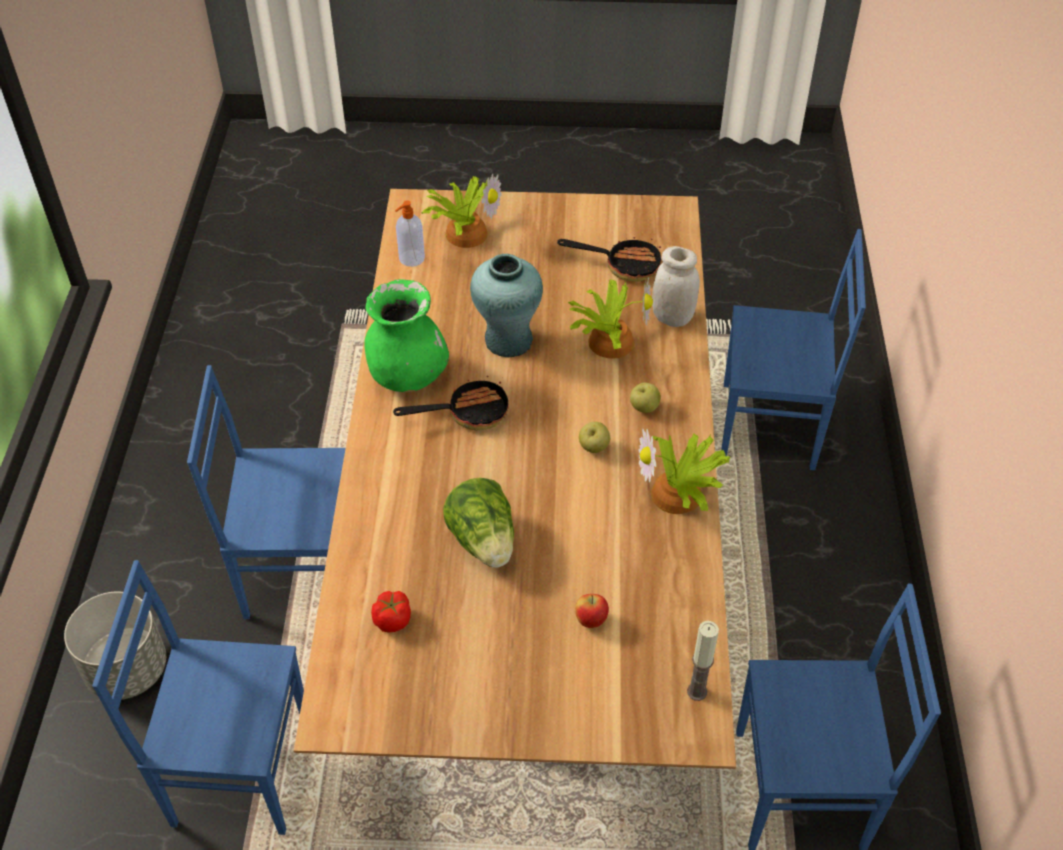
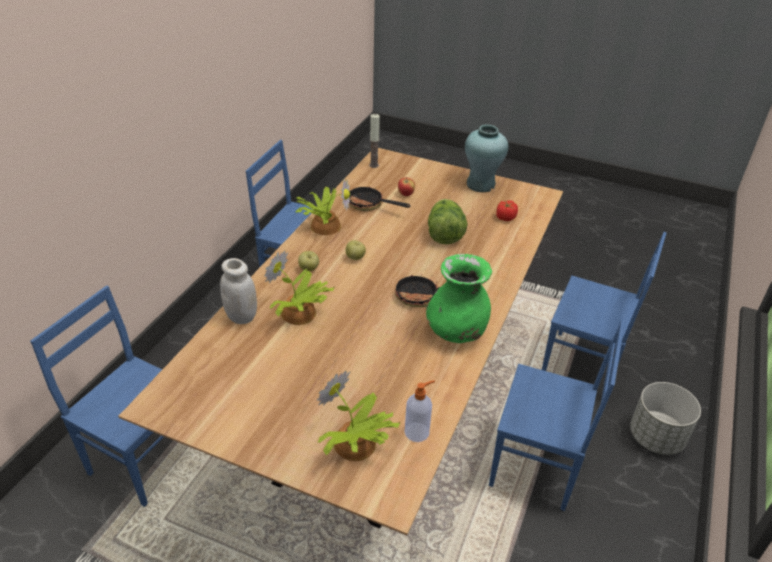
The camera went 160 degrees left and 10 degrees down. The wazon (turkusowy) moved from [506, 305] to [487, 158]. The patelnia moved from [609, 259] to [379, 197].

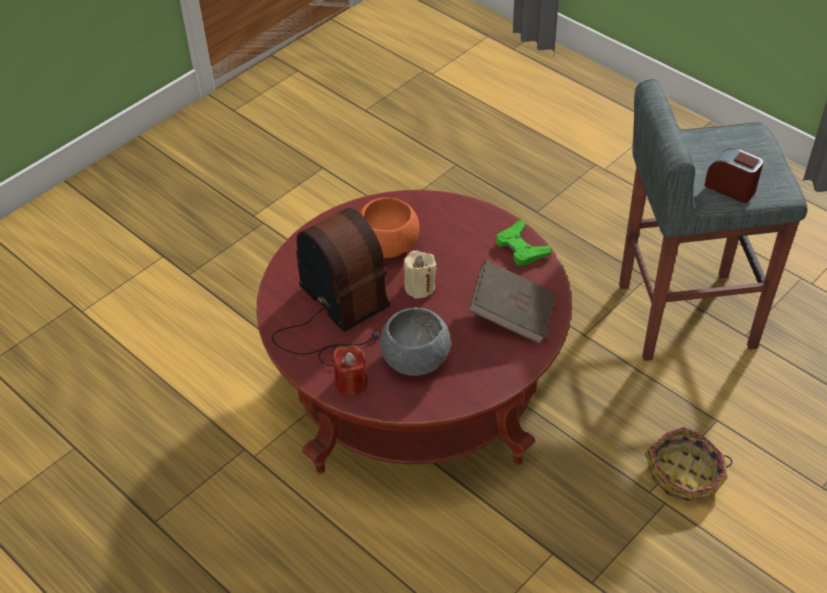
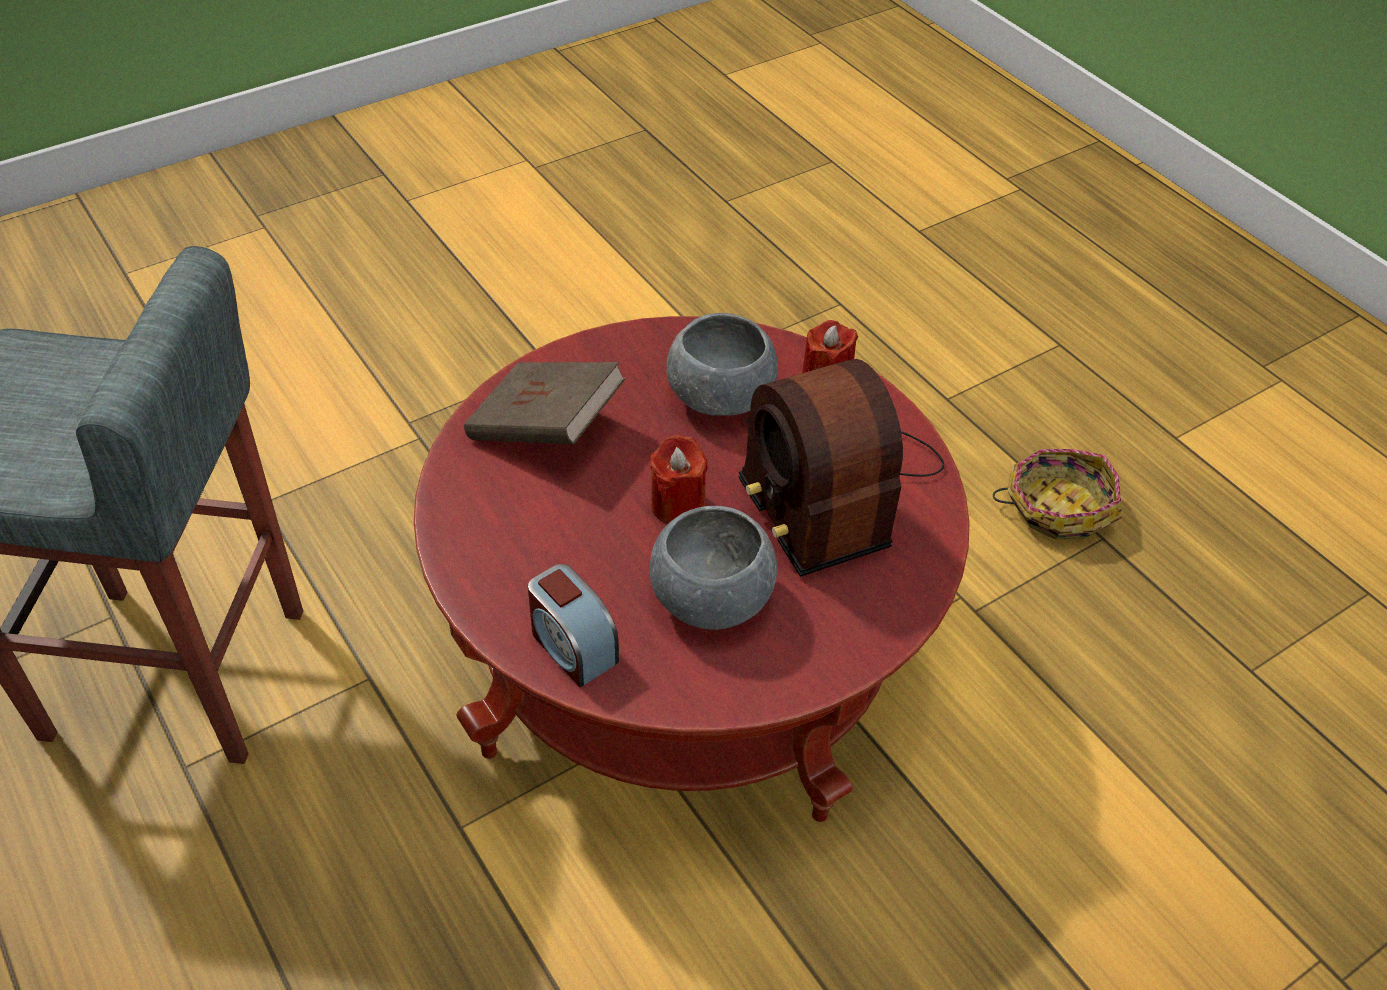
The camera went 170 degrees left and 0 degrees up. The miska (pomarańczowy) at [389, 227] became the miska (szary) at [713, 568]. The świeca (beżowy) at [420, 275] became the świeca (czerwony) at [679, 479]. The pad do gier (zielony) at [524, 243] disappeared. The koszyk moved from [688, 464] to [1057, 494]. The budzik moved from [733, 175] to [573, 625].

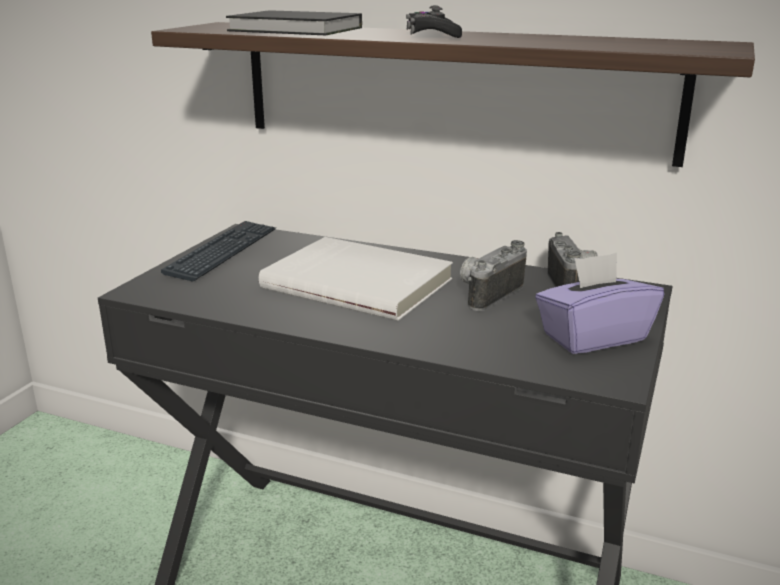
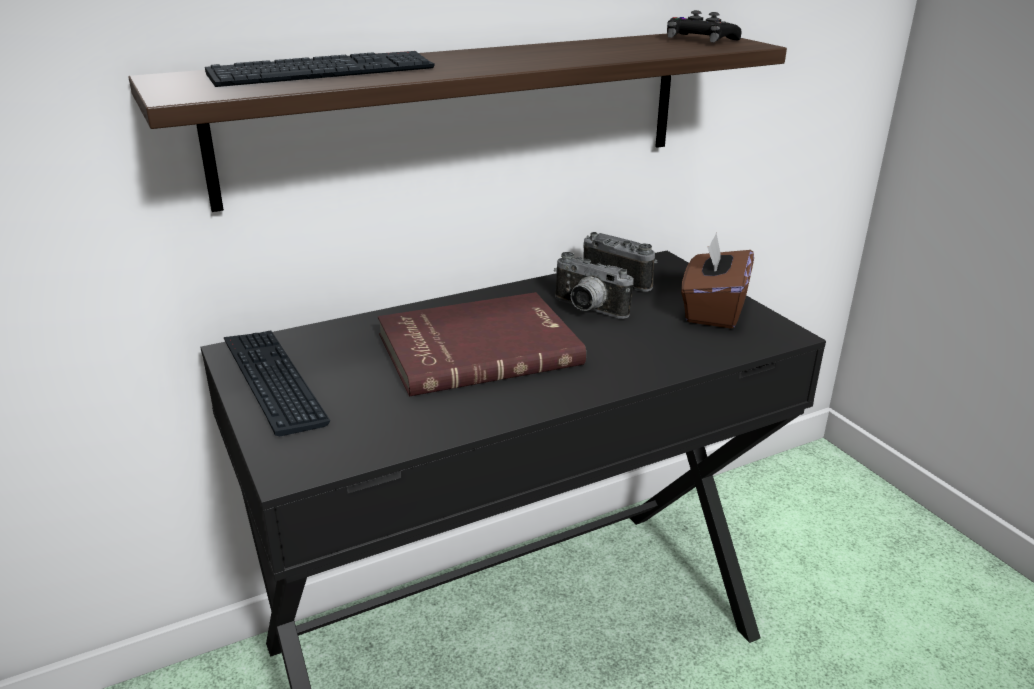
The camera went 50 degrees left and 5 degrees up. The książka (czarny) at [294, 22] was replaced by the klawiatura at [320, 69]. The książka (biały) at [356, 279] became the książka (czerwony) at [482, 344]. The pad do gier (czarny) moved from [434, 21] to [704, 26]. The aparat fotograficzny at [493, 275] turned 45 degrees counterclockwise. The pudełko chusteczek (fioletowy) at [599, 303] became the pudełko chusteczek (brązowy) at [717, 281].

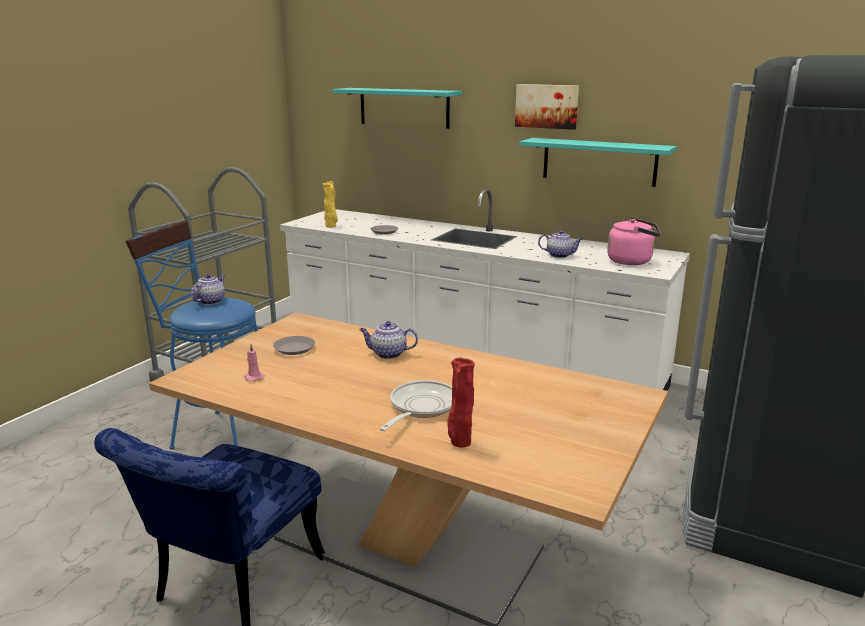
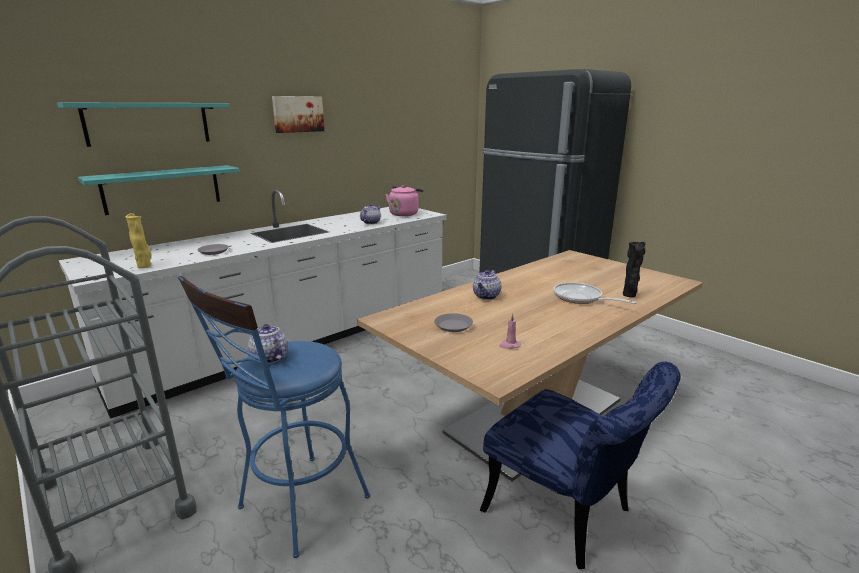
The camera went 70 degrees left and 0 degrees up. The wazon (czerwony) at [461, 402] became the wazon (czarny) at [634, 269]. The półka (turkusowy) moved from [598, 162] to [159, 190].

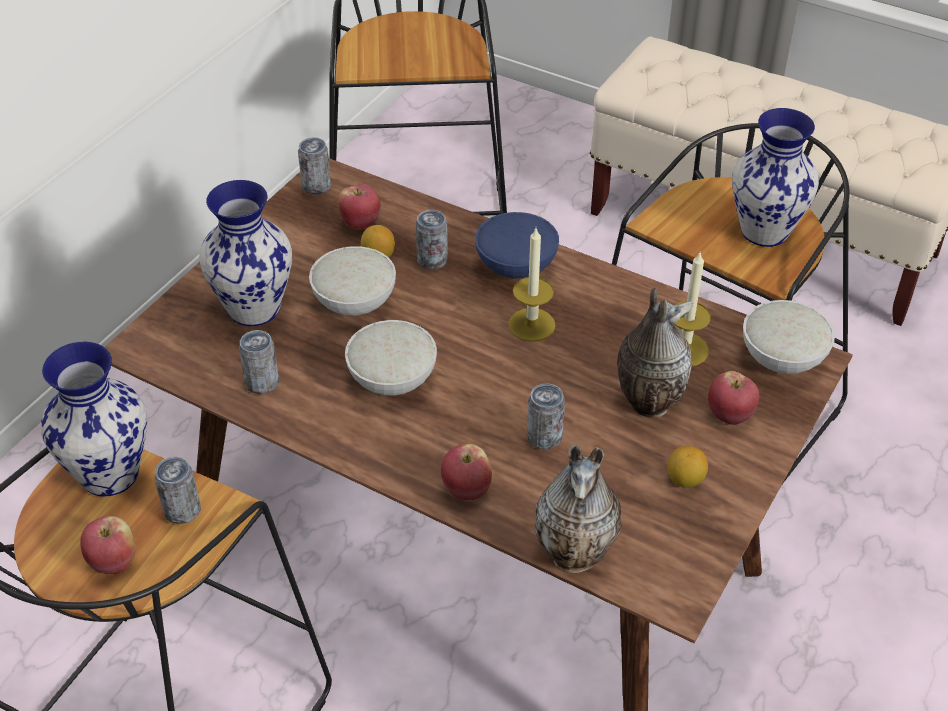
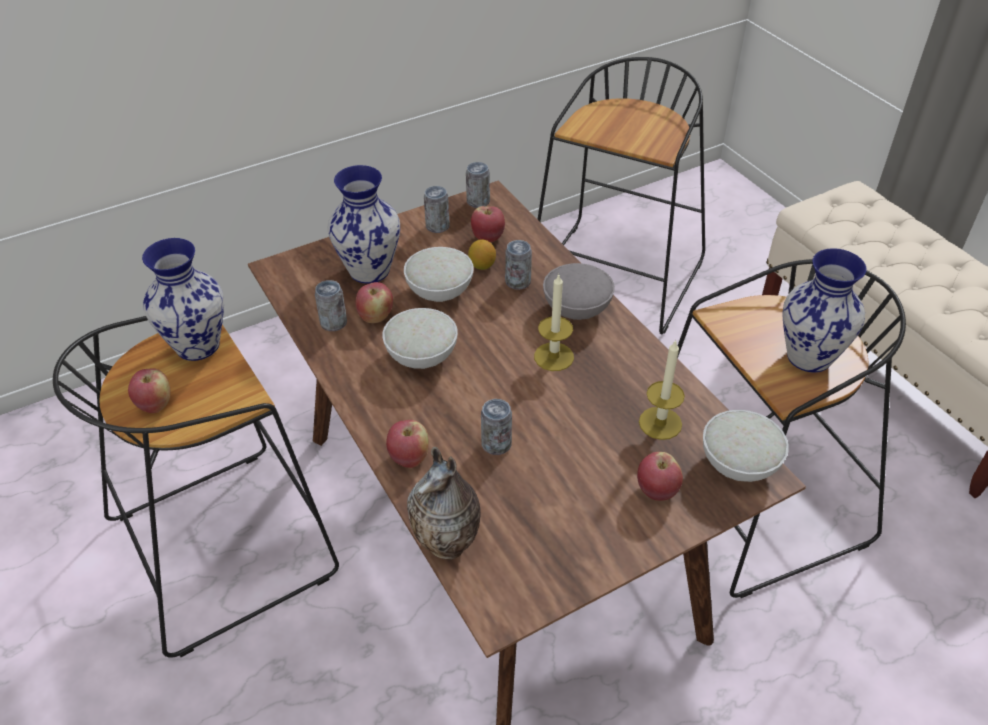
The camera went 30 degrees right and 0 degrees up. The puszka moved from [178, 490] to [437, 209]. The miska (niebieski) at [517, 245] became the miska (szary) at [579, 291]. The wazon at [655, 352] disappeared. The cytryna at [688, 467] disappeared. The jabłko at [374, 302] appeared.

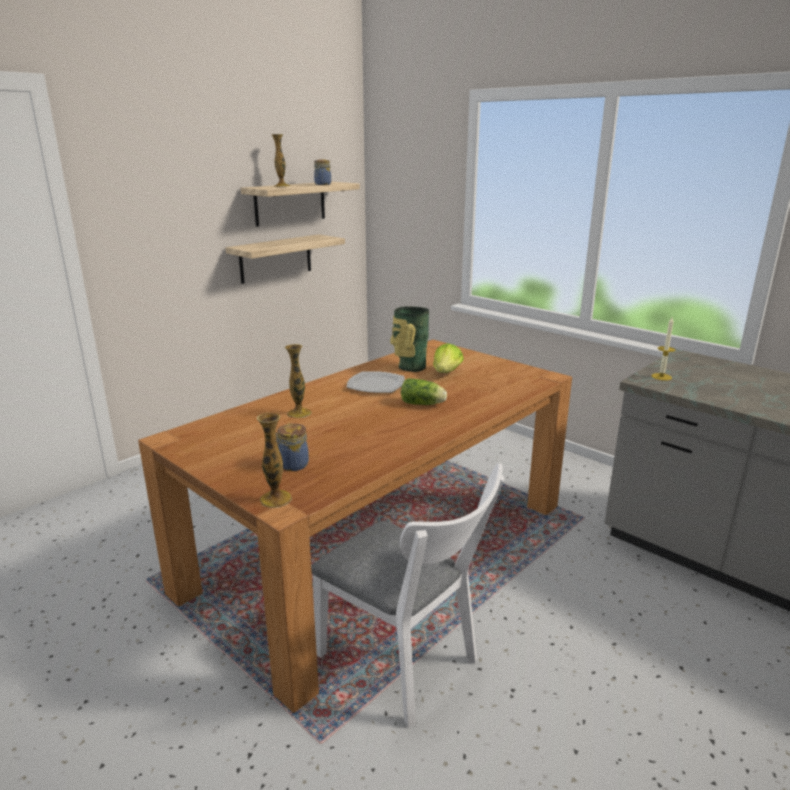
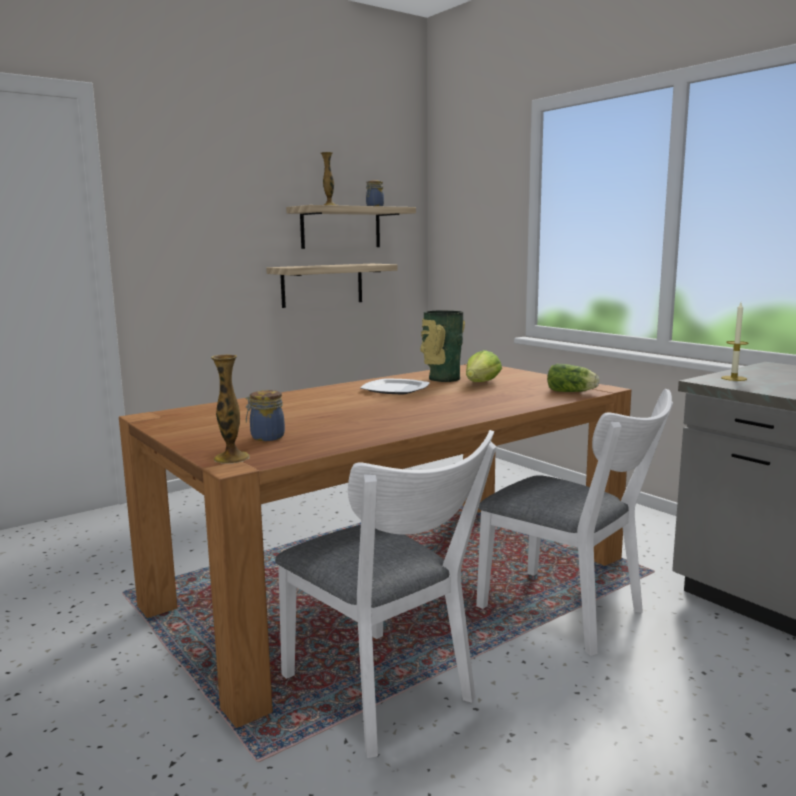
The camera went 10 degrees right and 10 degrees down. The wazon at [298, 381] disappeared. The sałata moved from [424, 391] to [573, 378]. The krzesło (biały) at [574, 522] appeared.

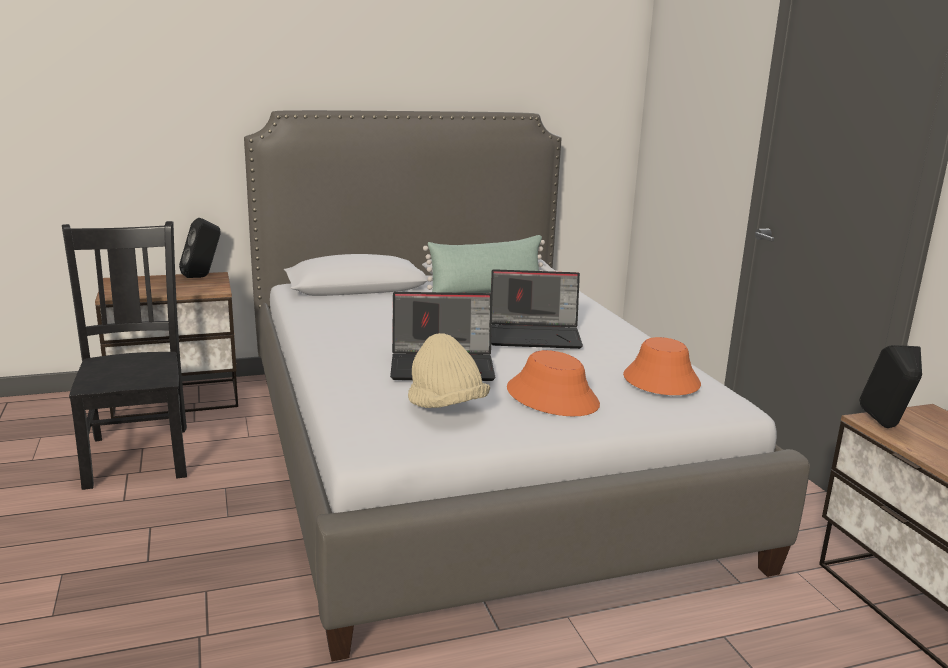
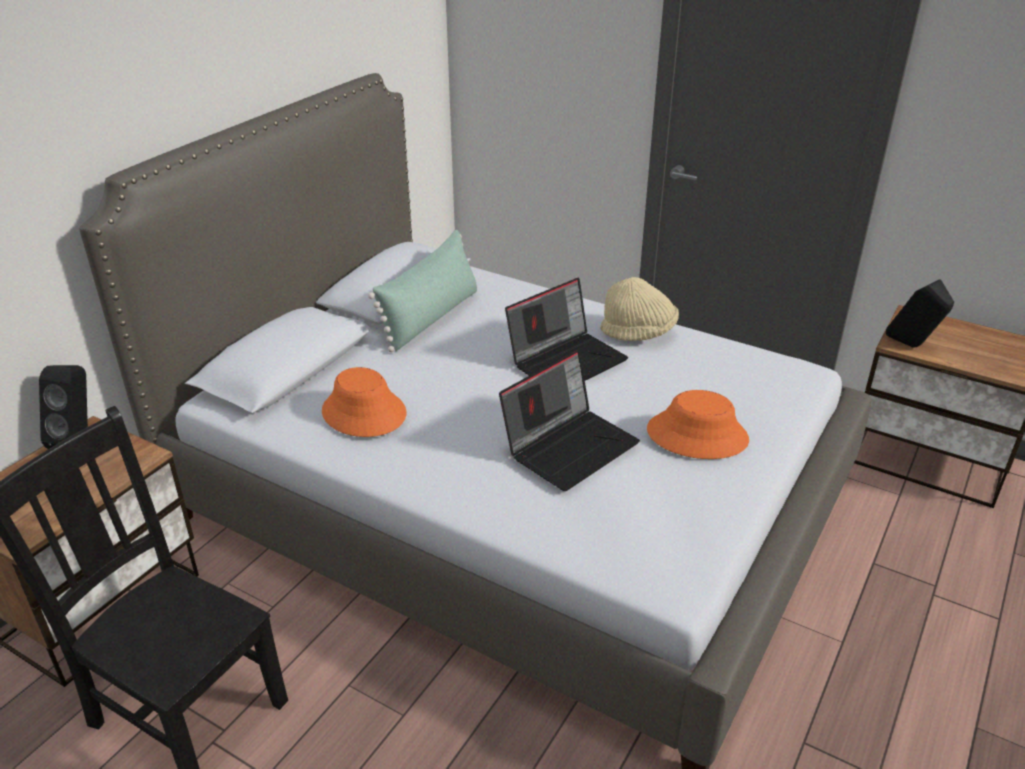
The camera went 40 degrees left and 15 degrees up. The kapelusz (beżowy) moved from [449, 370] to [639, 309]. The kapelusz (pomarańczowy) moved from [662, 366] to [364, 402].

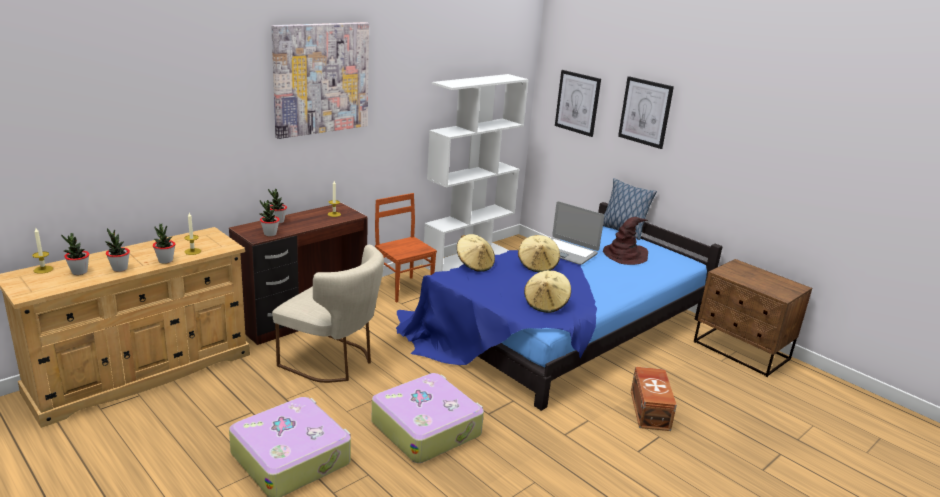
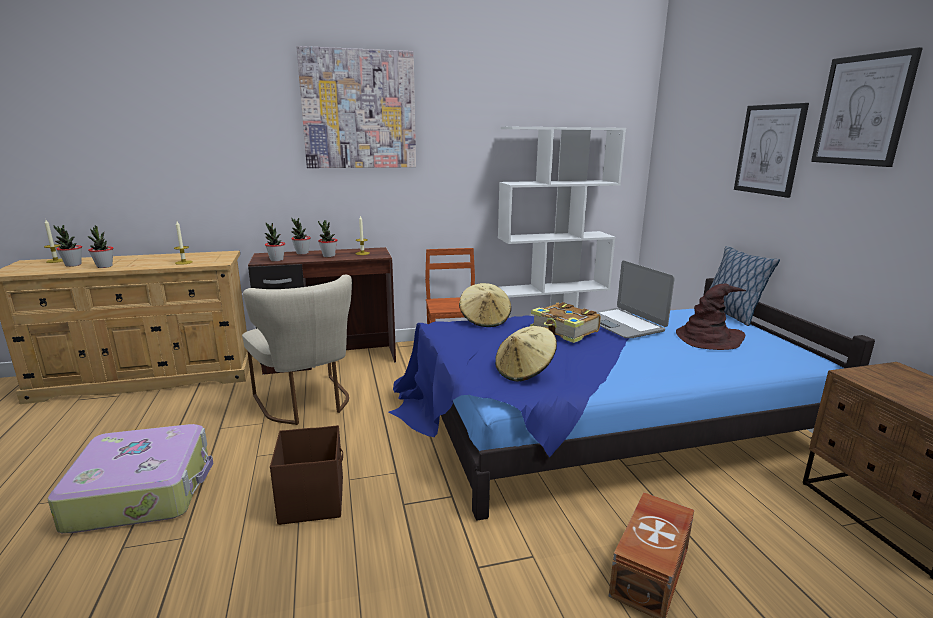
The camera went 30 degrees right and 5 degrees down. The roślina doniczkowa moved from [164, 244] to [327, 238]. The walizka at [427, 418] was replaced by the pojemnik do przechowywania (brązowy) at [306, 475]. The kapelusz (beżowy) at [539, 253] was replaced by the książka at [565, 322]. The obraz moved from [578, 103] to [867, 107].

